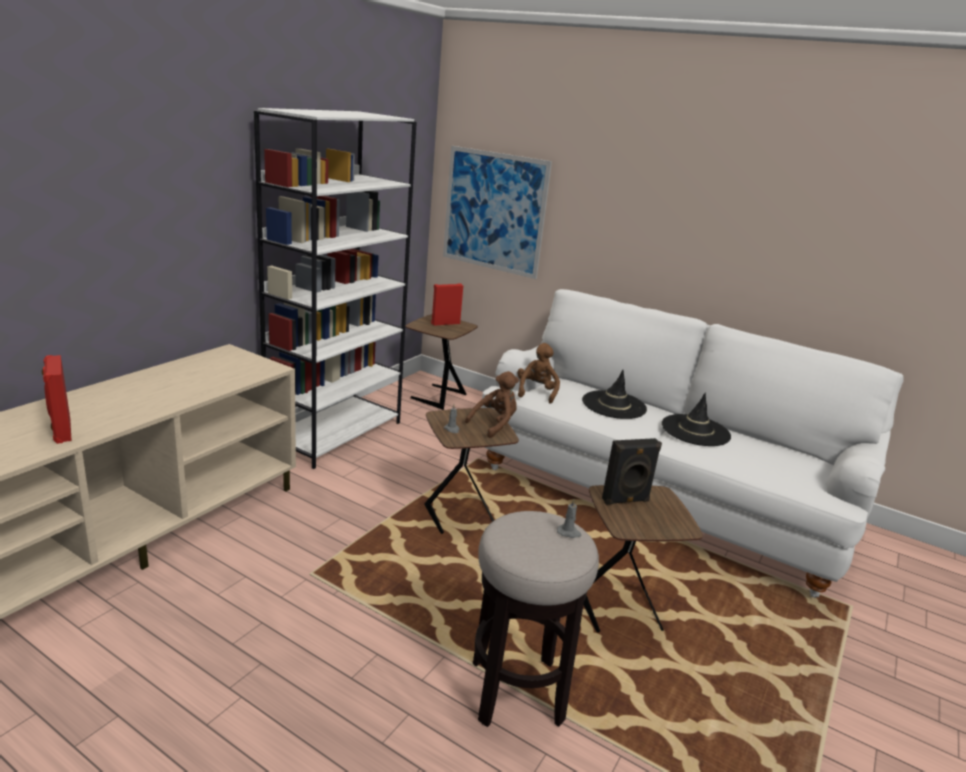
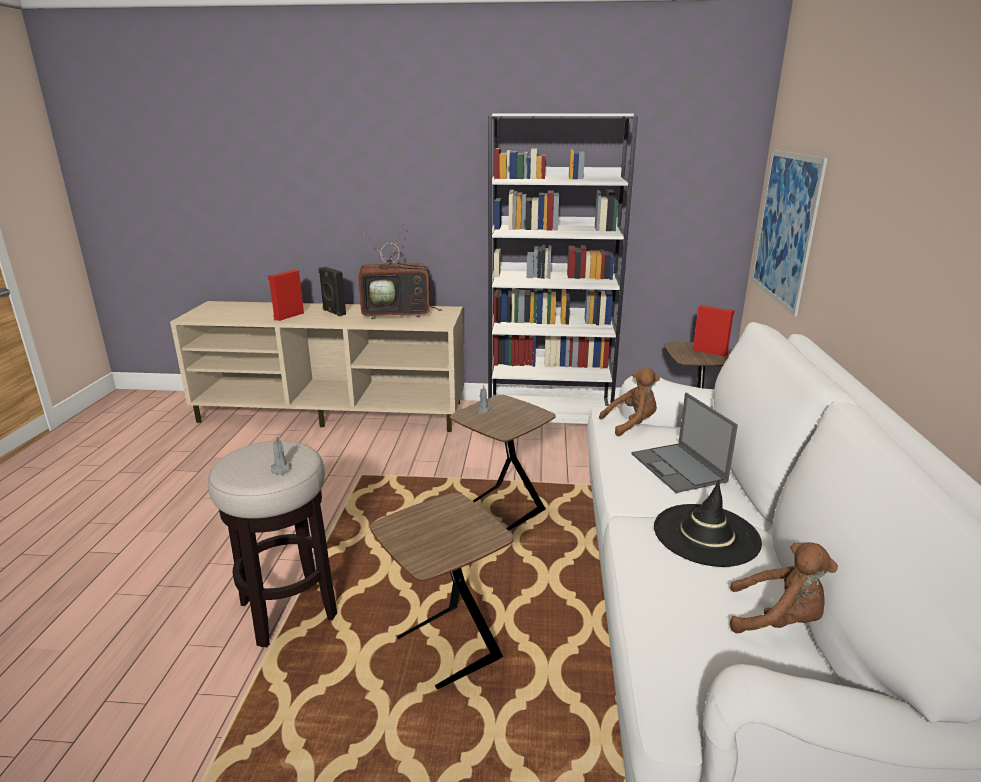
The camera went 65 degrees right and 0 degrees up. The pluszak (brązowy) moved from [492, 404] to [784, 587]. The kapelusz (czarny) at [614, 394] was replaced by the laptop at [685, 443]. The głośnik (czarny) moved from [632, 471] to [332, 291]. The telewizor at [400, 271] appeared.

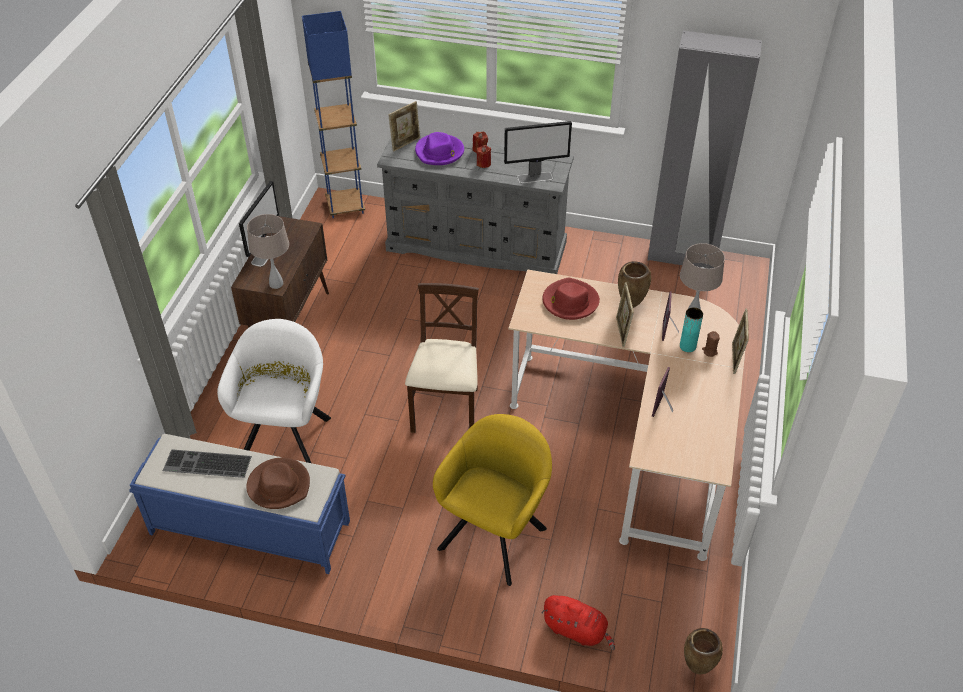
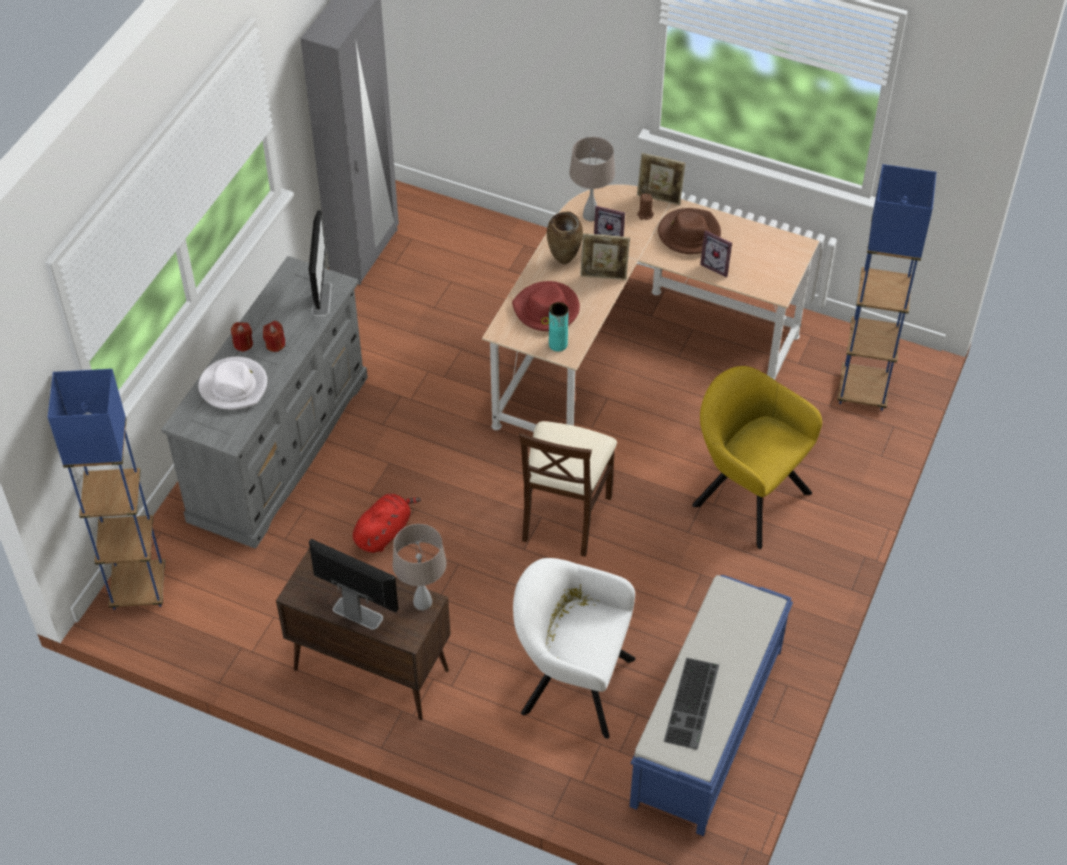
The camera went 80 degrees left and 5 degrees up. The kapelusz (brązowy) moved from [278, 483] to [689, 231]. The ramka na zdjęcie at [404, 126] disappeared. The krzesło (beżowy) at [442, 358] turned 90 degrees counterclockwise. The kapelusz (fioletowy) at [439, 148] became the kapelusz (biały) at [232, 383]. The pluszak (czerwony) moved from [578, 622] to [387, 523]. The wazon (turkusowy) moved from [691, 329] to [558, 327]. The wazon (brązowy) at [703, 651] disappeared. The lampa stojąca (niebieski) at [887, 287] appeared.

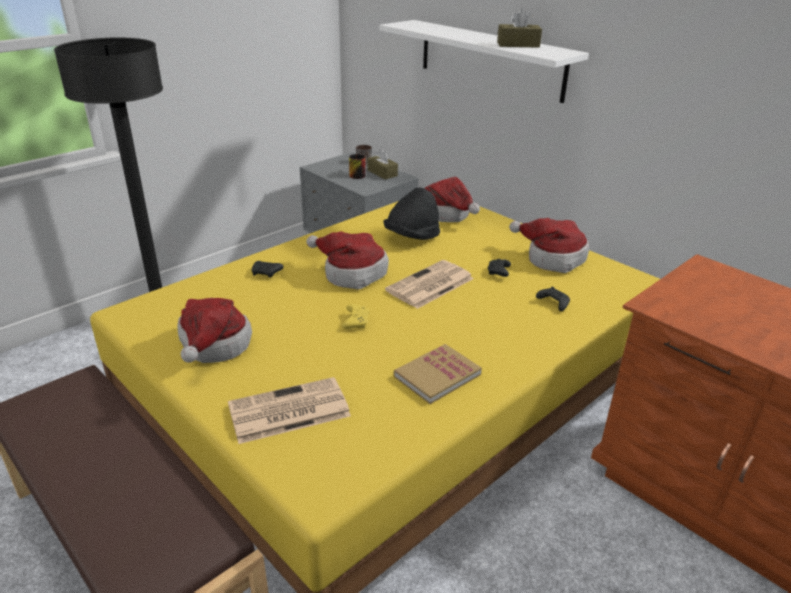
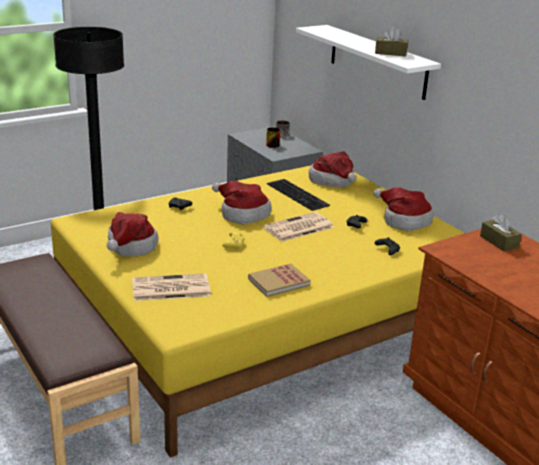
The camera went 10 degrees right and 5 degrees down. The pudełko chusteczek (brązowy) moved from [382, 164] to [501, 233]. The kapelusz (czarny) at [411, 213] was replaced by the klawiatura at [298, 195].

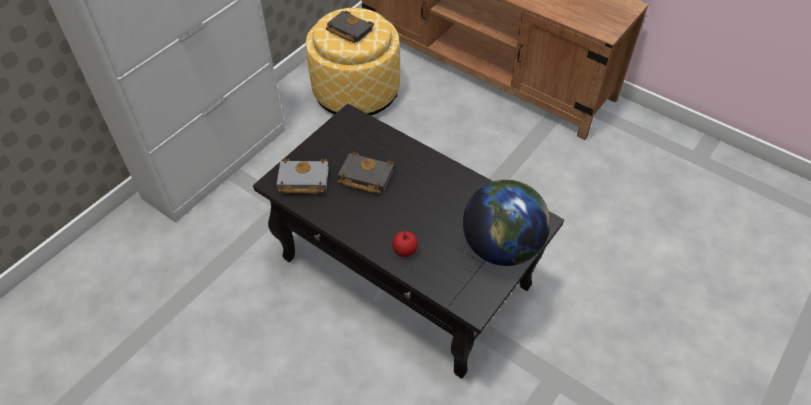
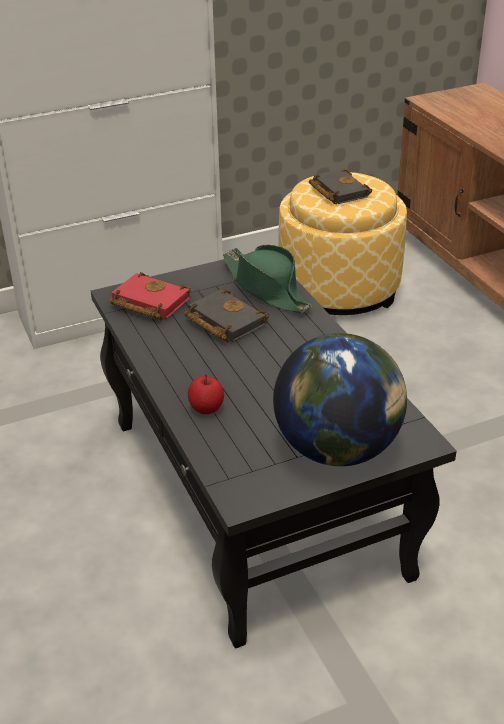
The camera went 30 degrees right and 15 degrees down. The książka (szary) at [302, 176] became the książka (czerwony) at [150, 296]. The kapelusz (zielony) at [267, 279] appeared.

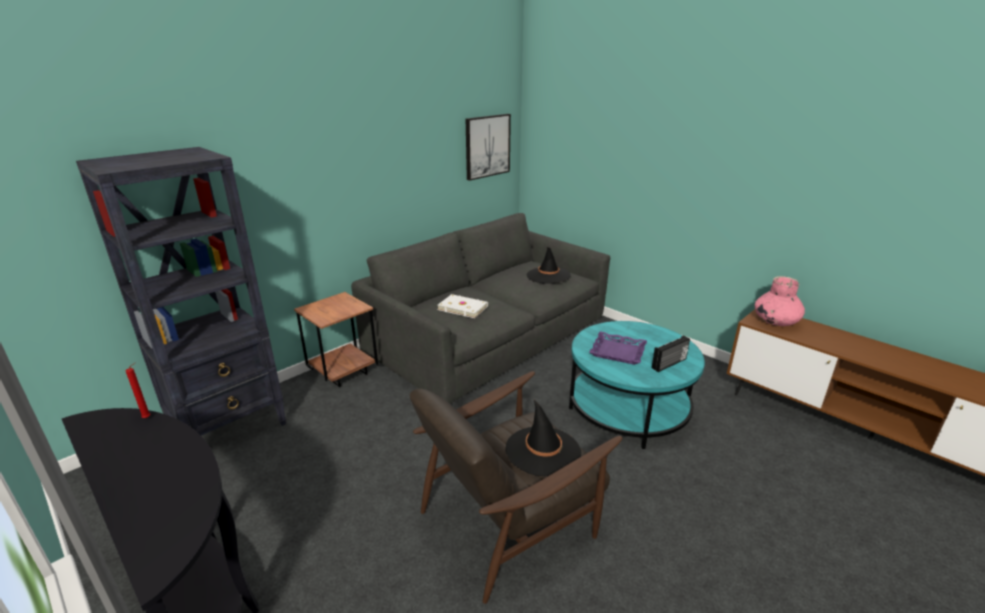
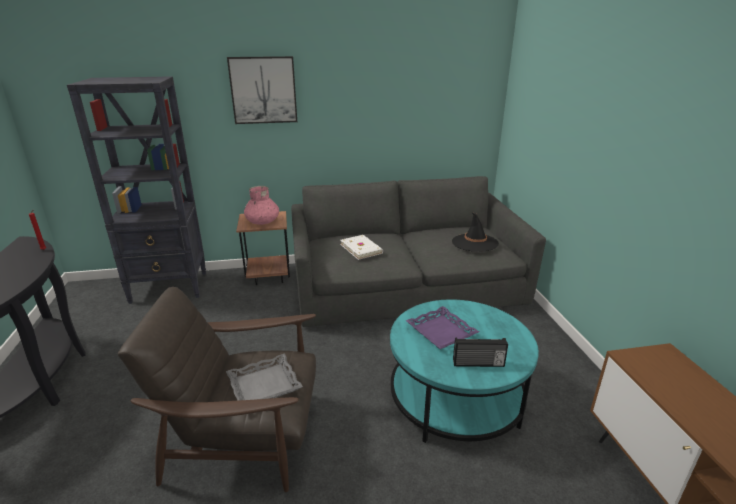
The camera went 35 degrees right and 0 degrees up. The obraz moved from [488, 147] to [262, 90]. The kapelusz (czarny) at [543, 438] was replaced by the taca (szary) at [264, 377]. The wazon (różowy) moved from [780, 301] to [261, 205].

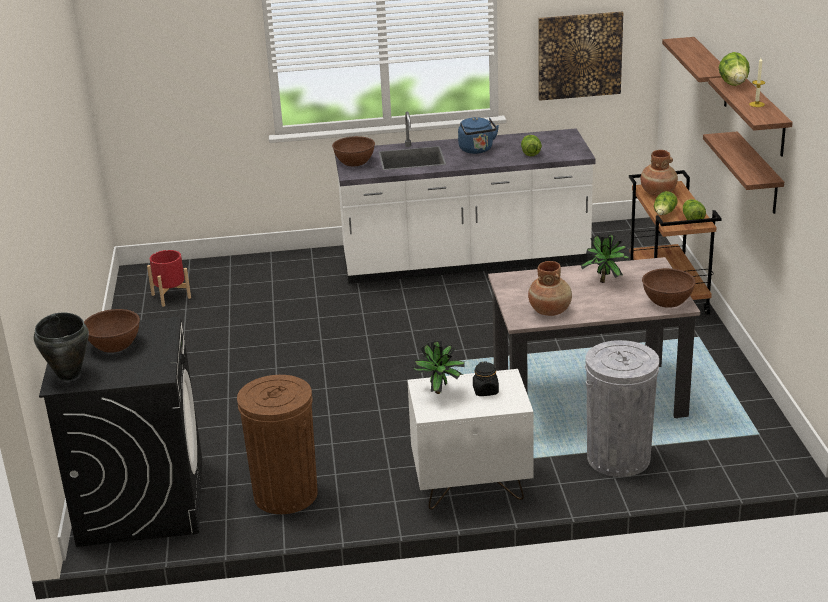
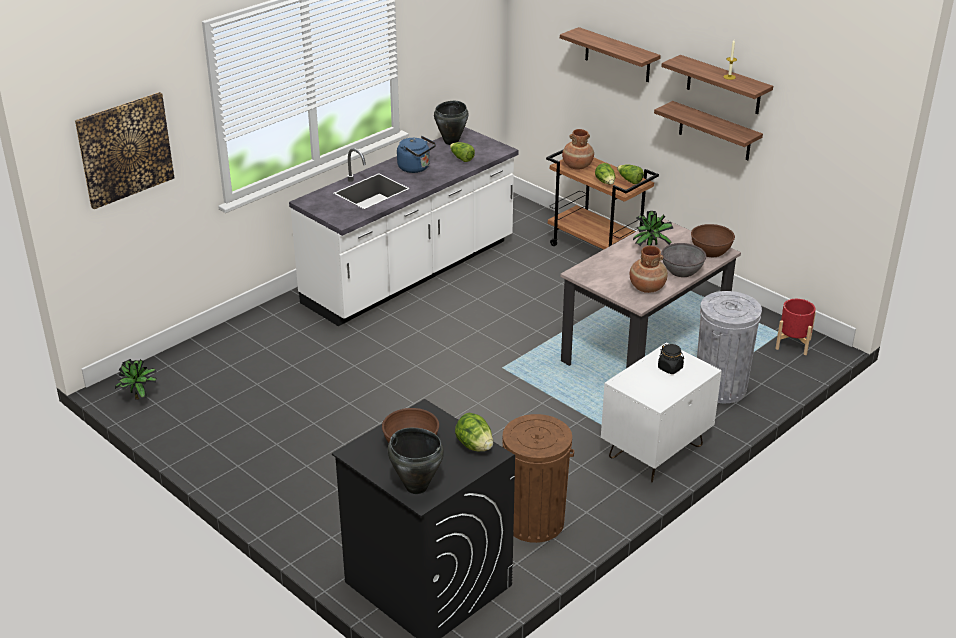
The camera went 40 degrees left and 5 degrees up. The donica (czerwony) moved from [169, 278] to [795, 327]. The miska (brązowy) at [353, 151] disappeared. The roślina doniczkowa moved from [438, 367] to [136, 379]. The obraz moved from [581, 56] to [124, 150]. The sałata moved from [734, 69] to [474, 432]. The garnek (czarny) at [451, 123] appeared. The miska (szary) at [683, 260] appeared.

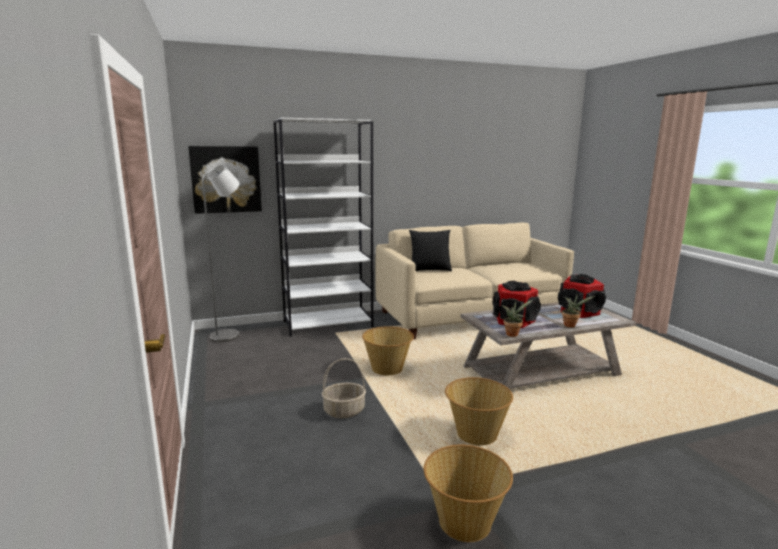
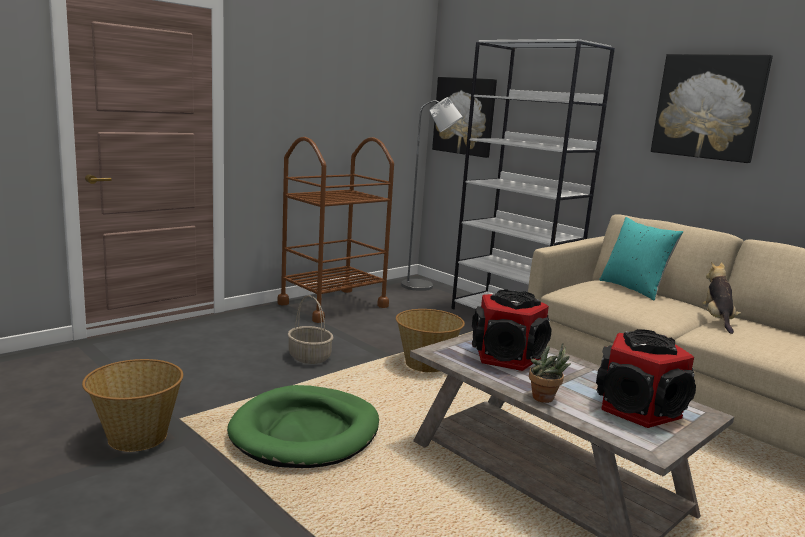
The camera went 65 degrees right and 0 degrees up. The poduszka (czarny) at [430, 250] became the poduszka (turkusowy) at [641, 258]. The koszyk at [479, 411] was replaced by the legowisko (zielony) at [303, 426]. The roślina doniczkowa at [517, 318] disappeared. The wózek (brązowy) at [335, 230] appeared. The obraz at [712, 108] appeared. The pluszak at [721, 298] appeared.

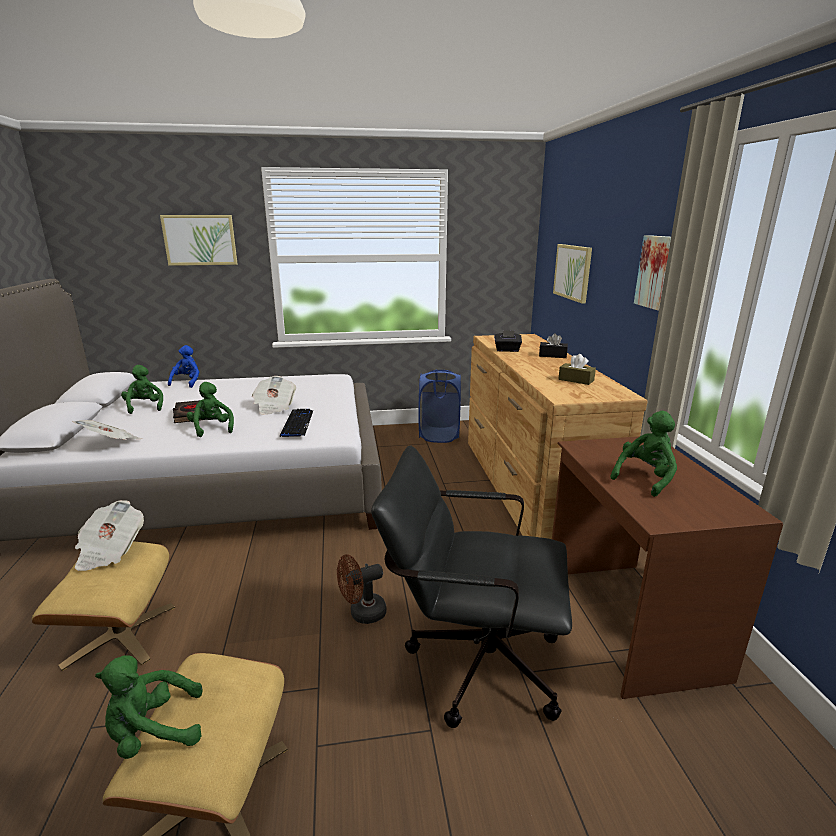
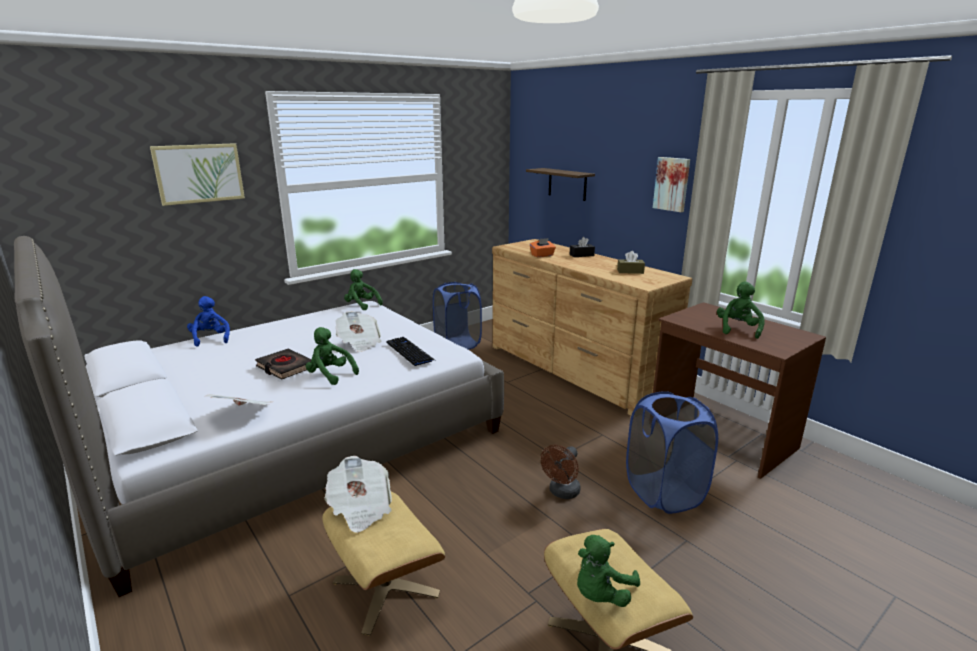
The camera went 30 degrees left and 0 degrees up. The pluszak (zielony) moved from [142, 389] to [363, 290]. The krzesło biurowe (czarny) at [471, 586] was replaced by the kosz na pranie (niebieski) at [672, 452]. The pudełko chusteczek (czarny) at [508, 341] became the pudełko chusteczek (pomarańczowy) at [543, 247]. The obraz at [572, 274] was replaced by the półka at [560, 184].

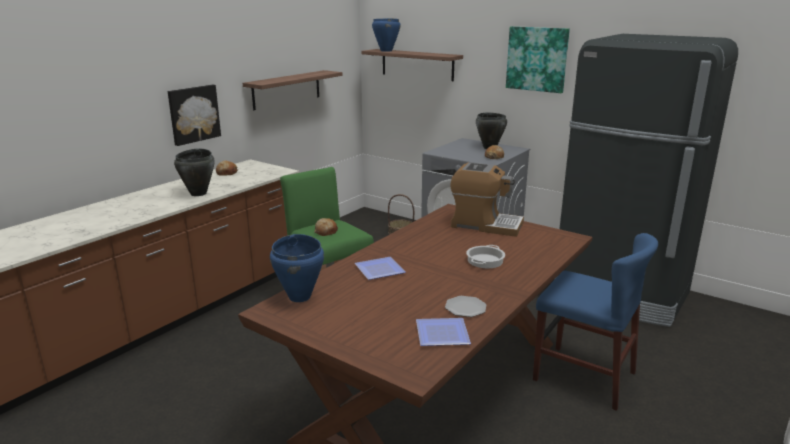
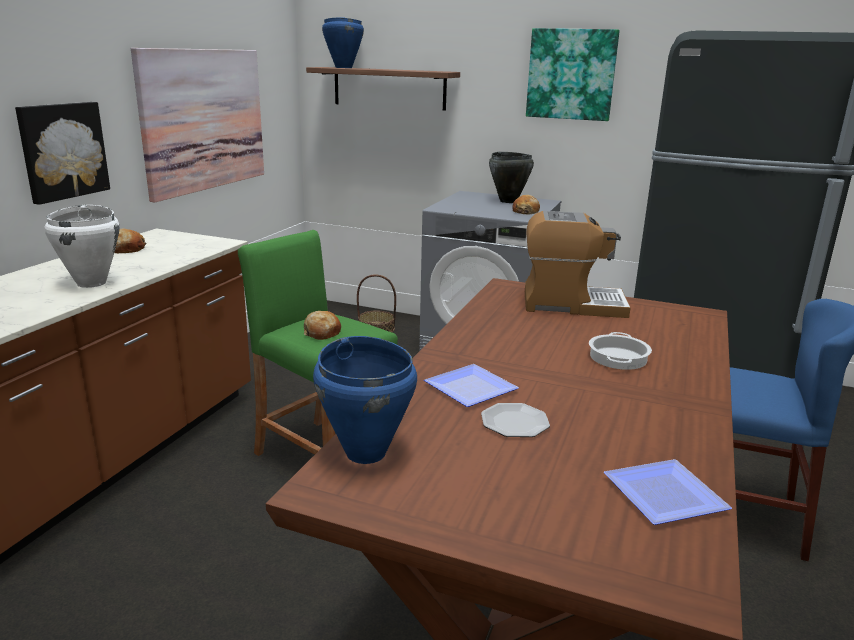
The camera went 15 degrees left and 0 degrees up. The garnek (czarny) at [194, 172] became the garnek (biały) at [82, 246]. The półka at [292, 90] was replaced by the obraz at [197, 125]. The talerz moved from [465, 306] to [515, 420].

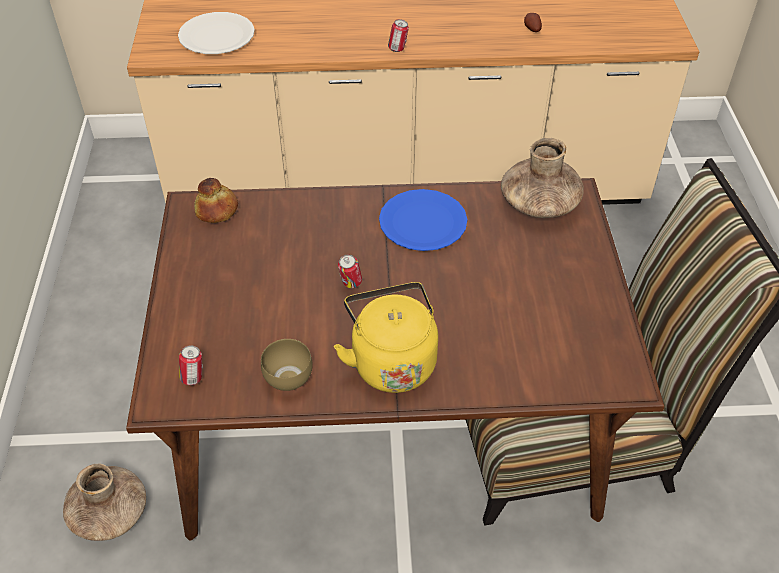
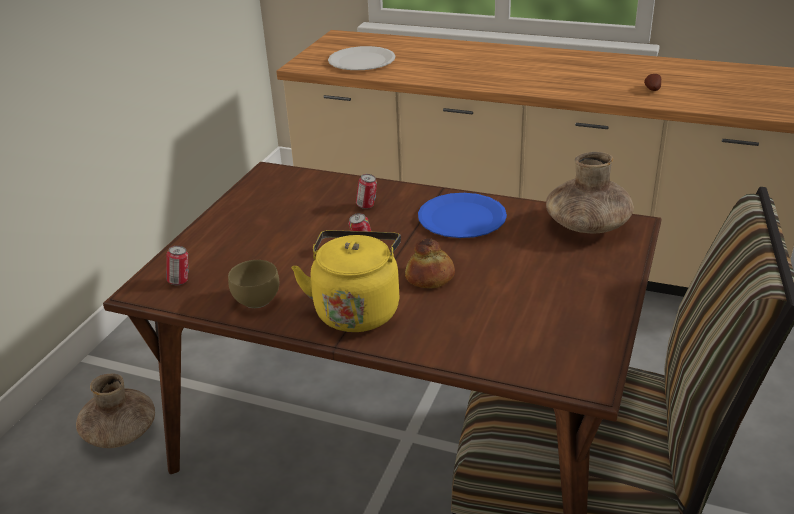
The camera went 25 degrees right and 15 degrees down. The chleb moved from [216, 200] to [430, 263]. The puszka moved from [398, 35] to [366, 191].

